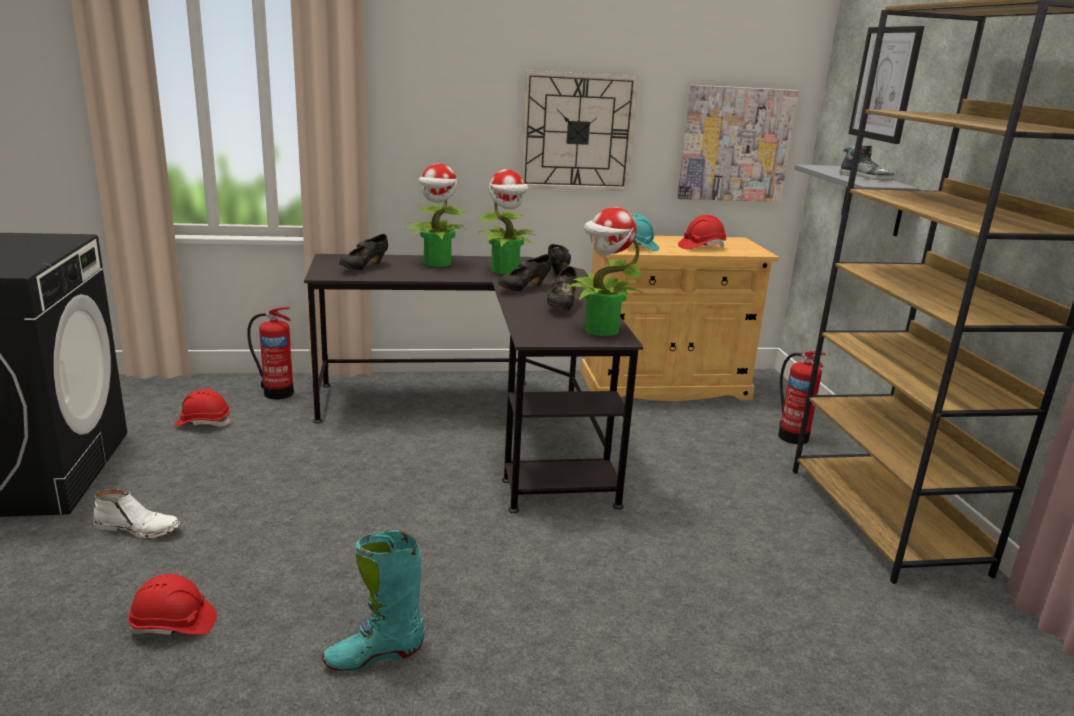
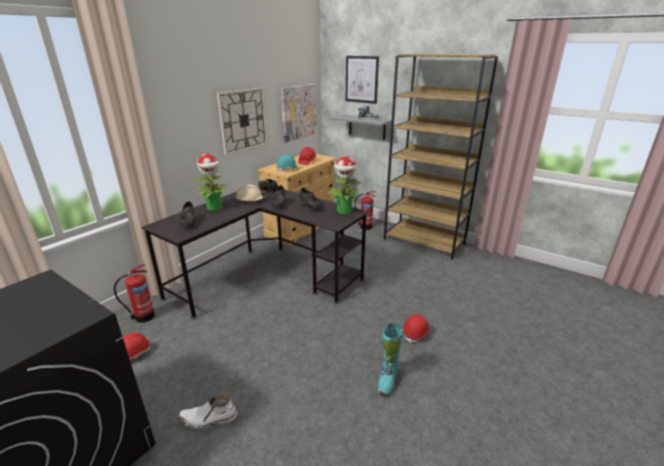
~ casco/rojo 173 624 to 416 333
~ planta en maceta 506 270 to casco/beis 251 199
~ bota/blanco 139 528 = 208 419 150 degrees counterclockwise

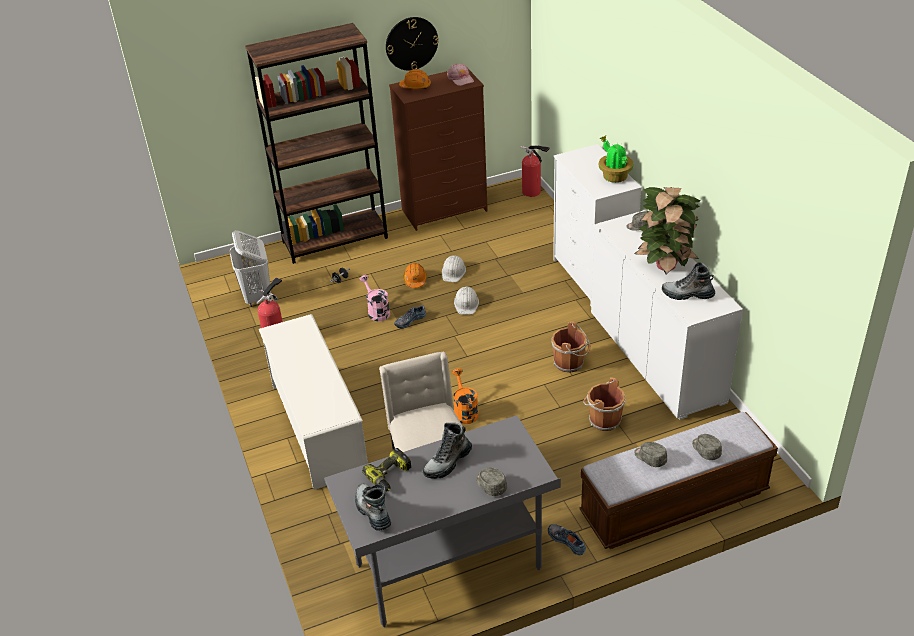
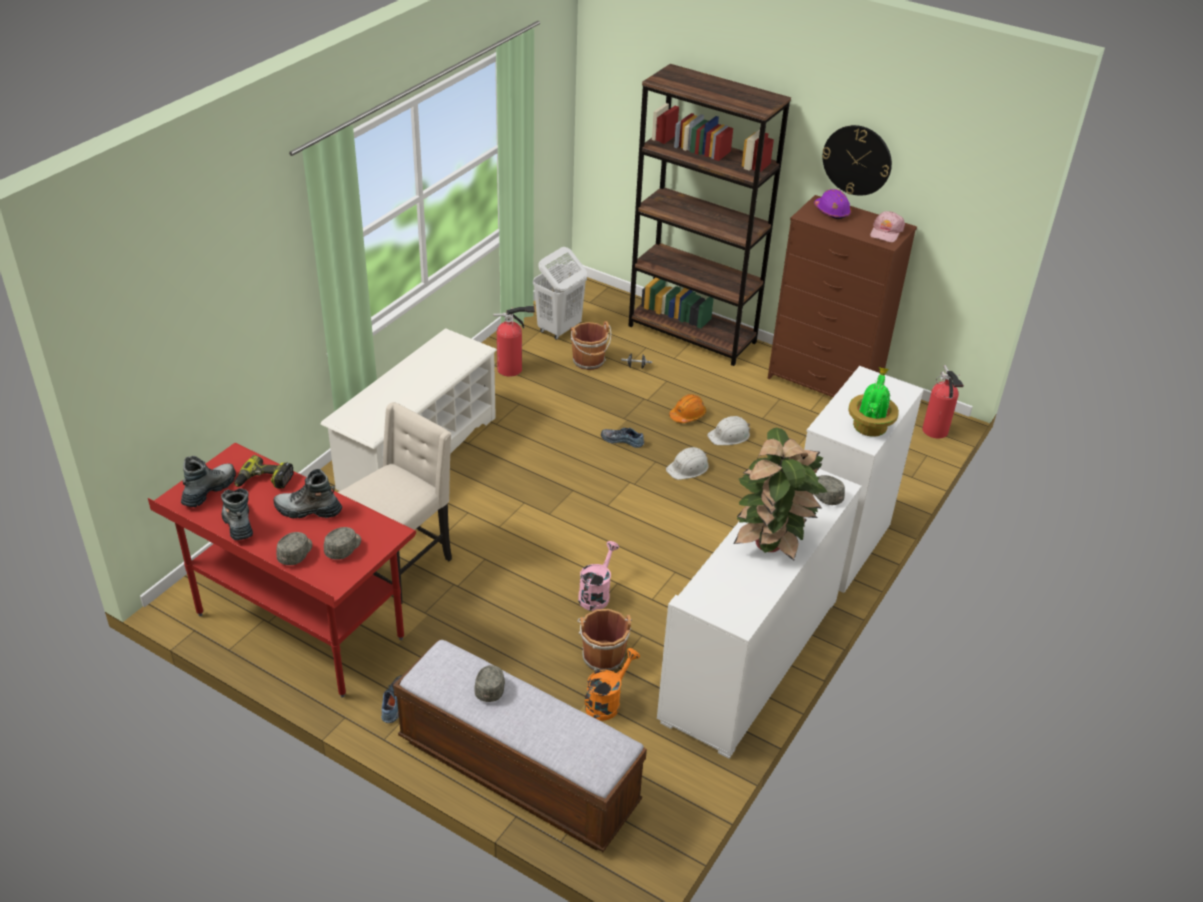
~ regadera/rosa 376 311 to 596 594
~ regadera/naranja 464 411 to 607 702
~ cubo/marrón 570 363 to 589 362
~ bota 687 294 to 238 522
~ gorra/gris 705 450 to 344 548
~ escritorio/gris 448 568 to escritorio/rojo 299 627
~ casco/naranja 415 86 to casco/morado 832 211

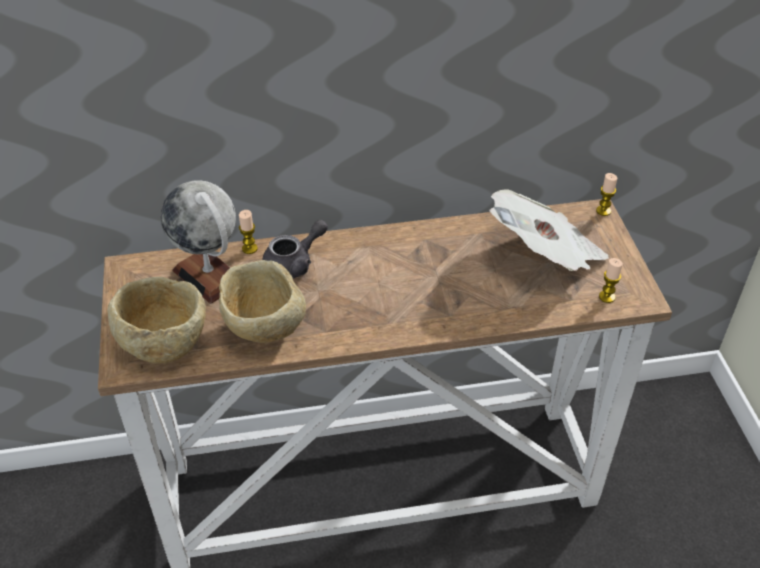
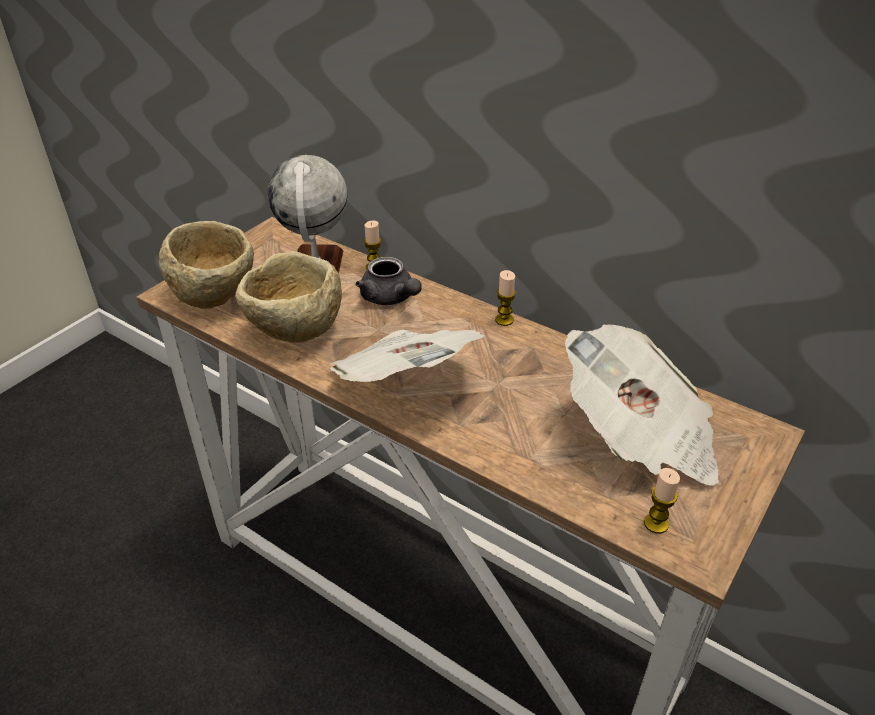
+ periódico 405 382
~ vela 603 211 to 504 320
~ tetera/gris 294 264 = 390 298 45 degrees clockwise

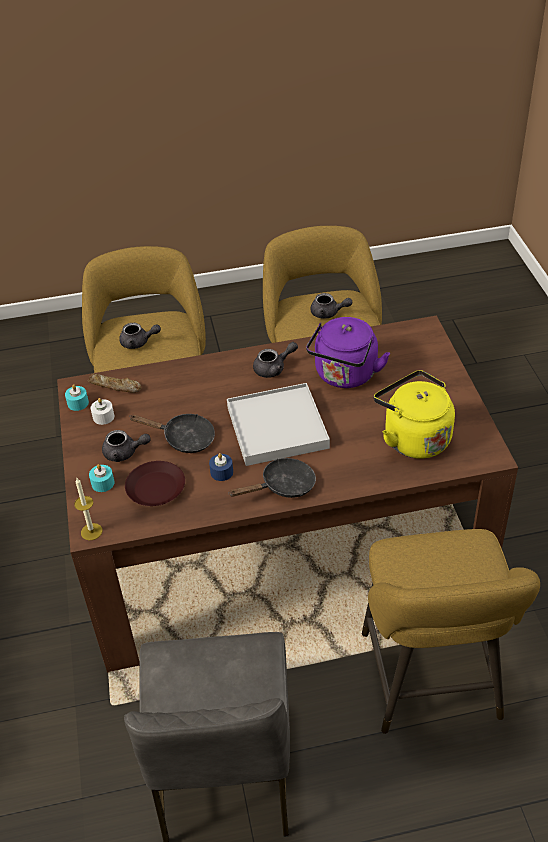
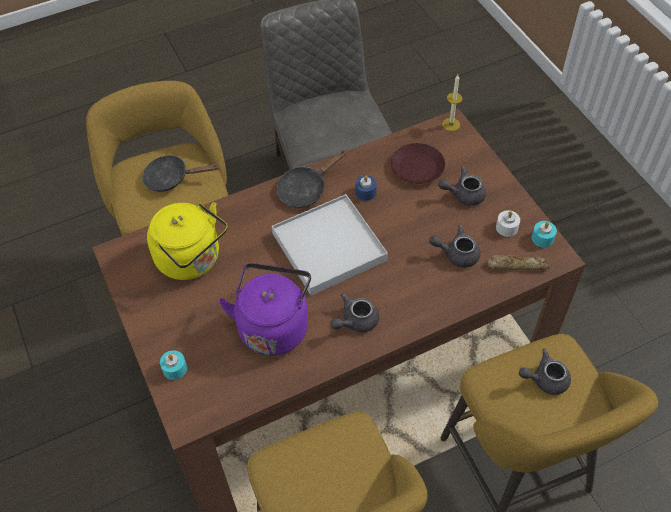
~ vela/turquesa 103 483 to 175 368
~ sartén/negro 184 438 to 171 178
~ tetera/gris 328 313 to 456 254

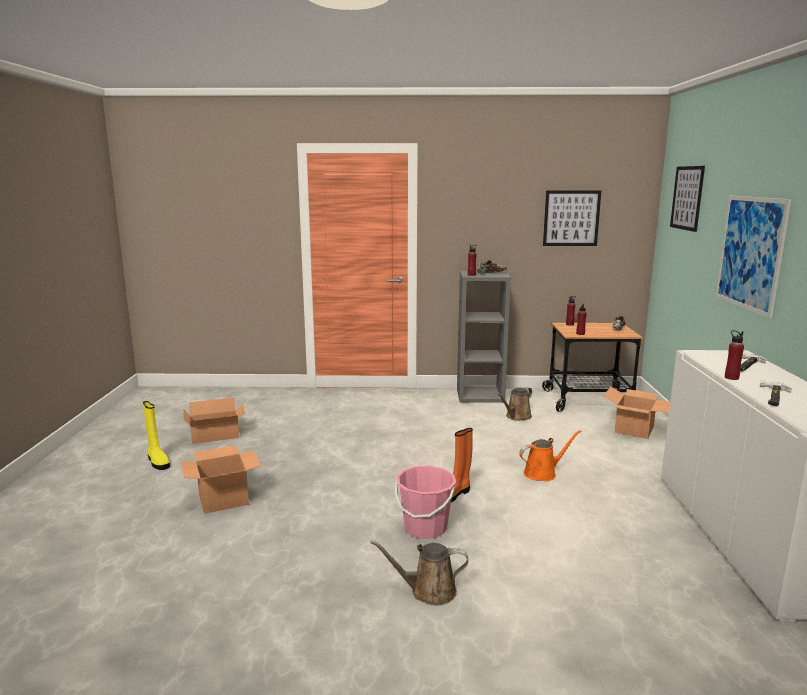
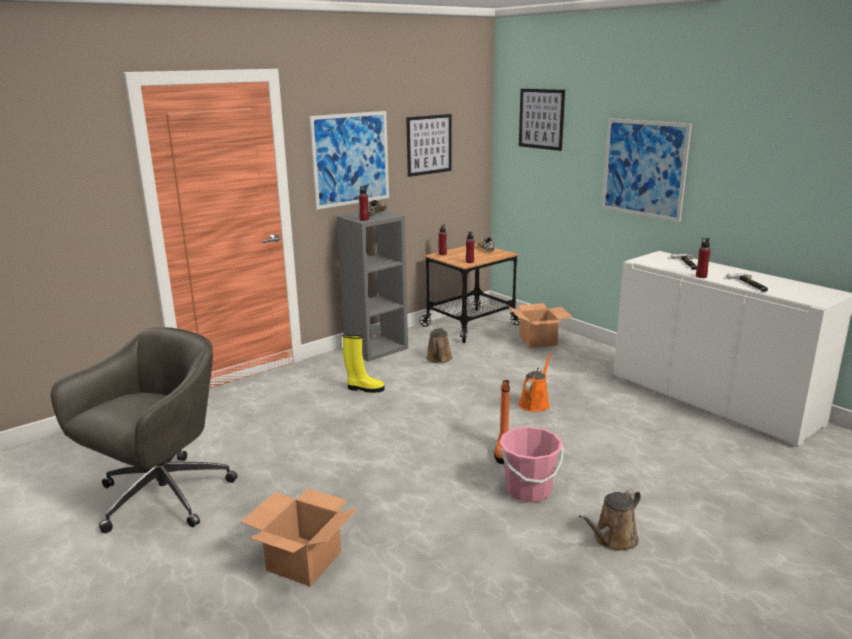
+ cuadro 350 159
~ bota/amarillo 157 462 to 364 389
~ caja de cartón 216 435 to silla de oficina/gris 160 497

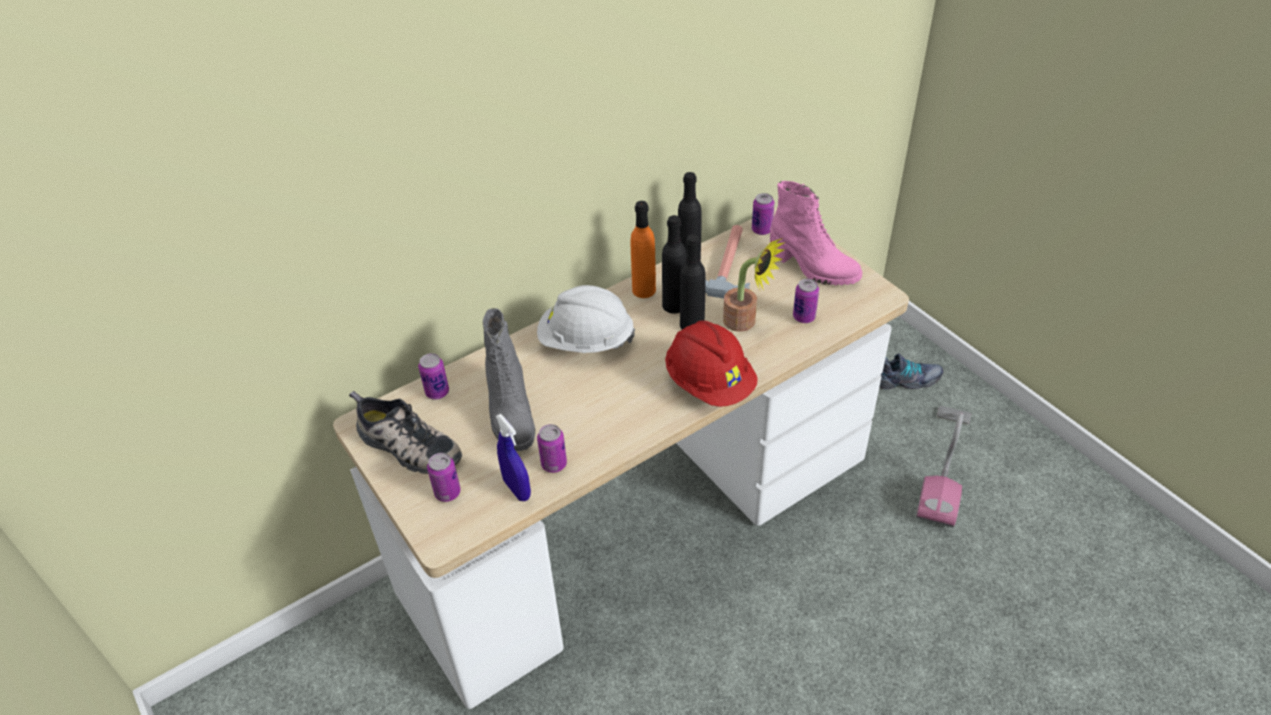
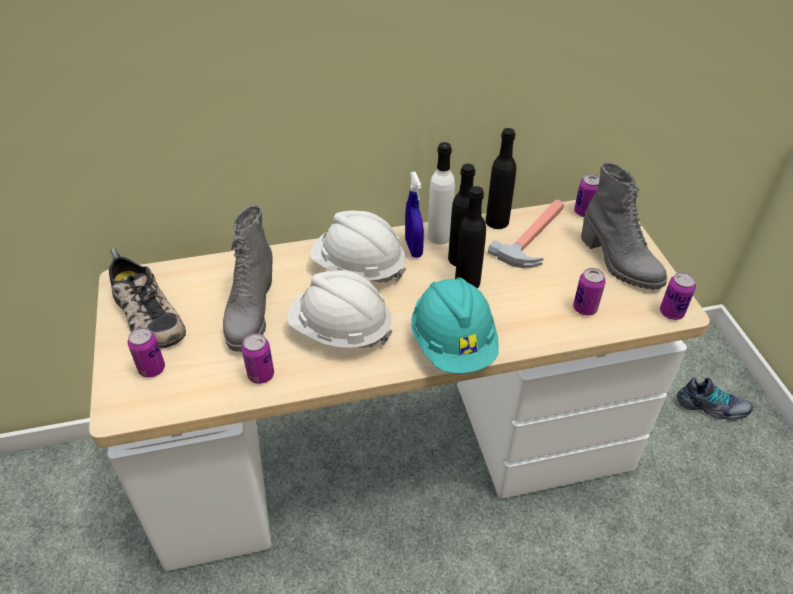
- planta en maceta 745 323
- aspiradora 944 466
+ casco/blanco 340 330
~ lata 437 392 to 671 312
~ pulverizador/azul 517 489 to 413 248
~ botella/naranja 644 290 to botella/blanco 439 236
~ casco/rojo 709 383 to casco/turquesa 453 344
~ bota/rosa 812 268 to bota/gris 618 262

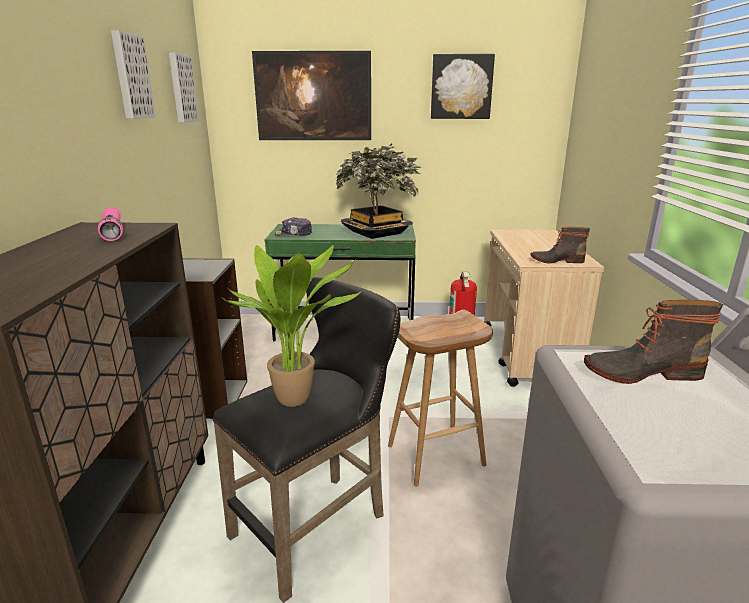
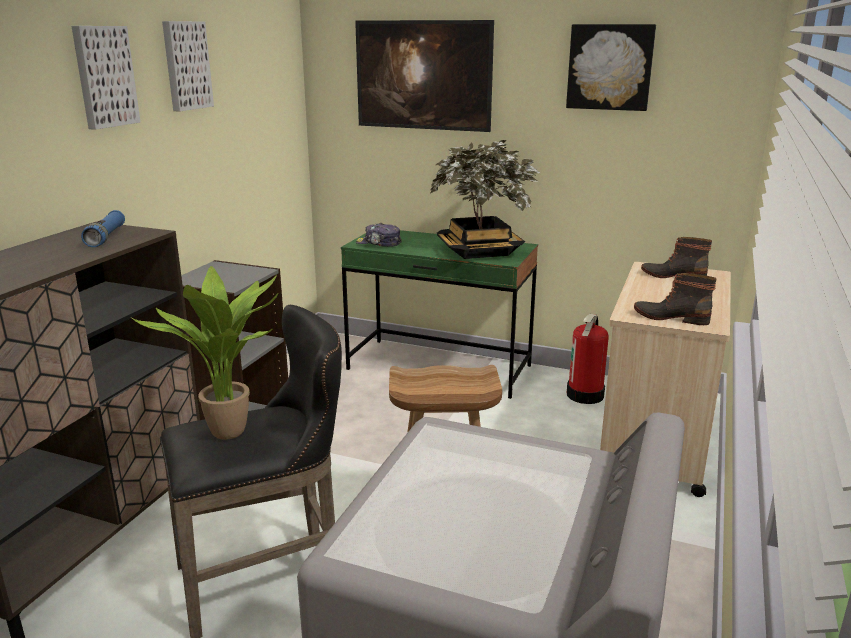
~ cuadro 181 88 to 104 76
~ bota 641 372 to 673 275
~ linterna/rosa 113 233 to linterna/azul 106 237

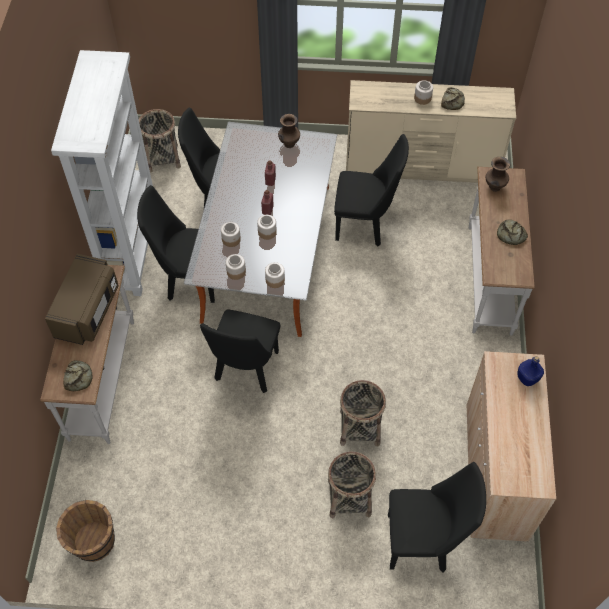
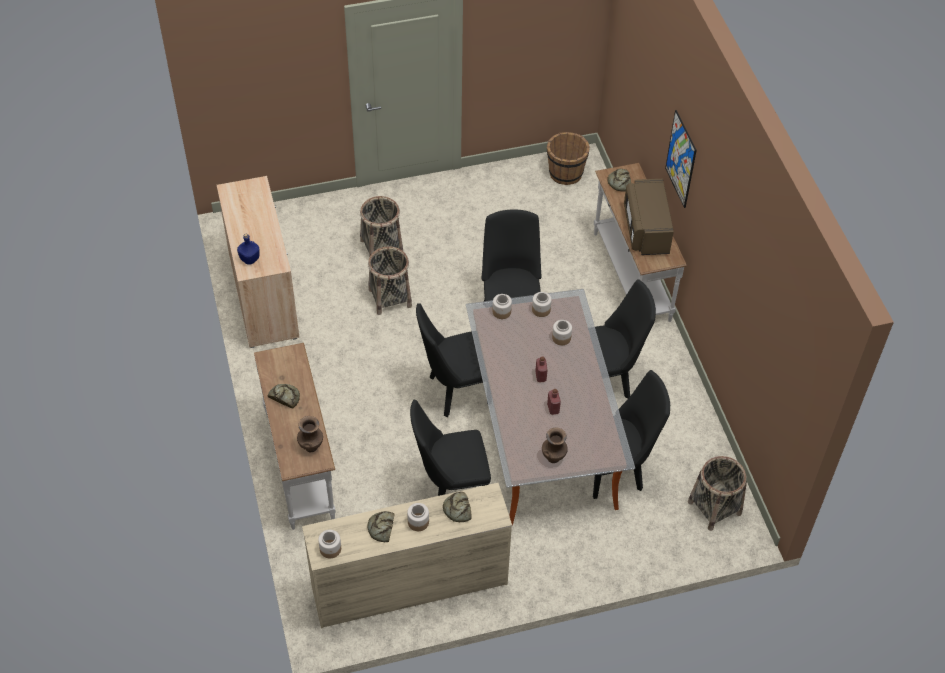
- estantería/blanco 131 250
+ pan 458 509
+ cuadro 681 159
~ tarro 267 232 to 330 549
~ silla/negro 423 541 to 454 392

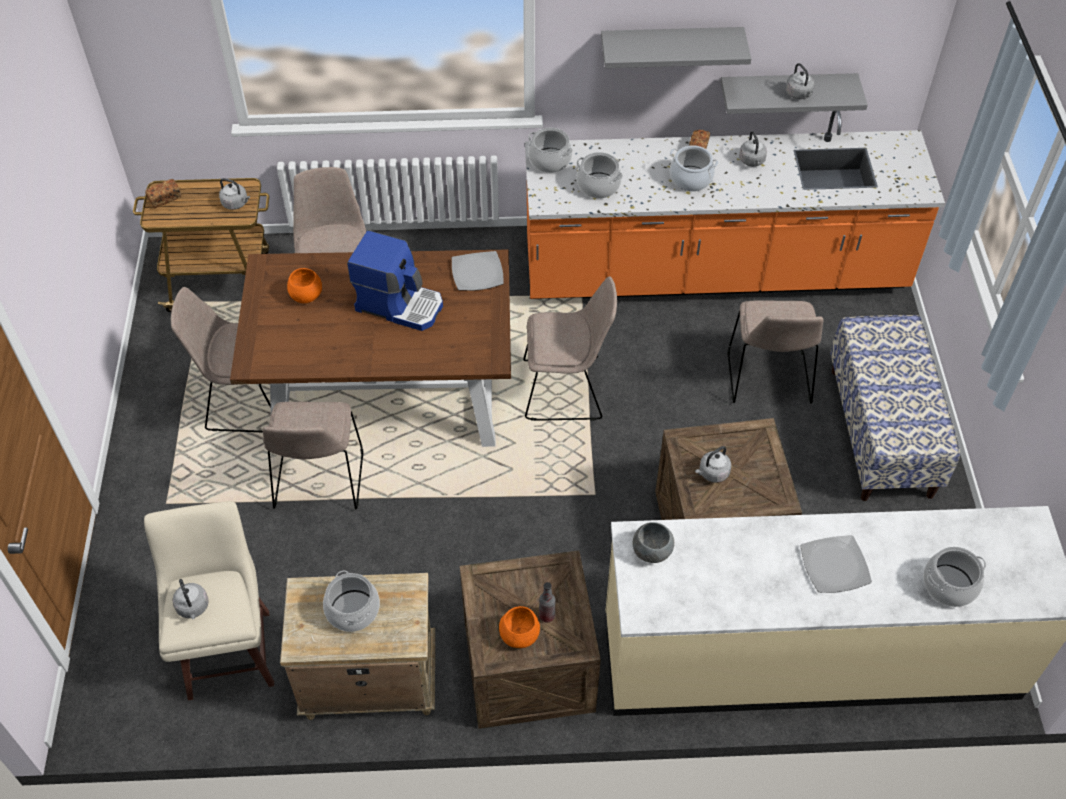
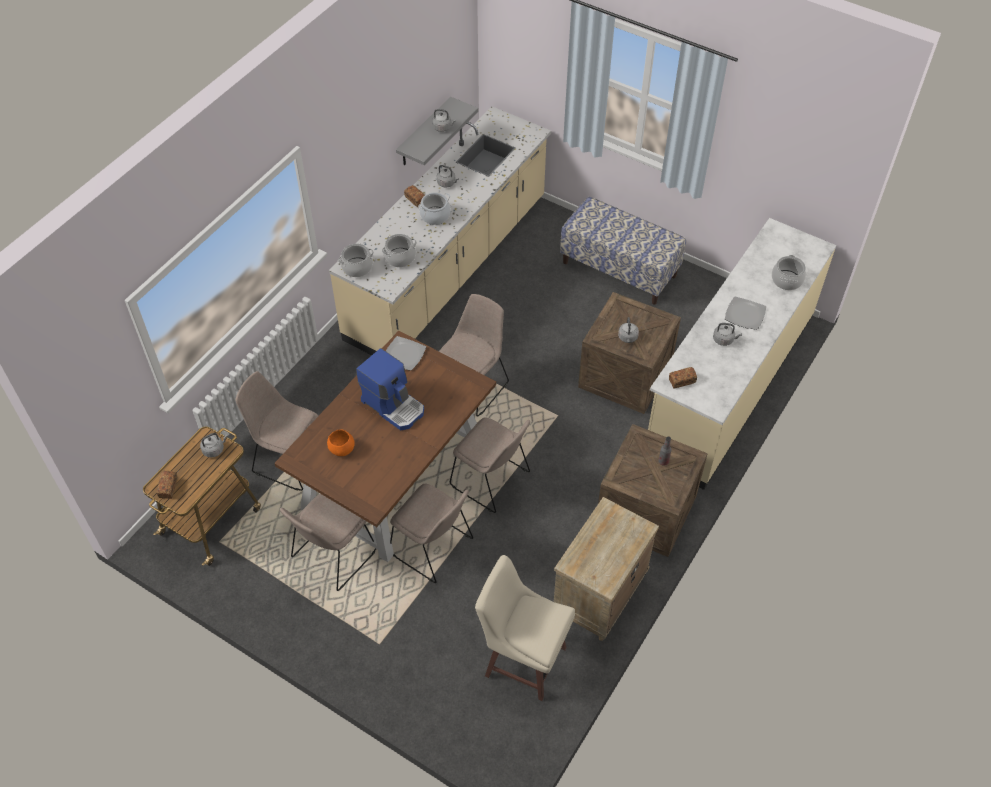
- olla 352 610
- cuenco/naranja 520 635
- estante/gris 671 45
~ hervidor/gris 193 608 to 724 340
~ silla/beis 768 379 to 492 481
~ cuenco/gris 651 551 to pan 682 381
~ mueble bajo de cocina/naranja 714 272 to mueble bajo de cocina/beis 449 268
~ cafetera 400 304 = 394 405 75 degrees clockwise

